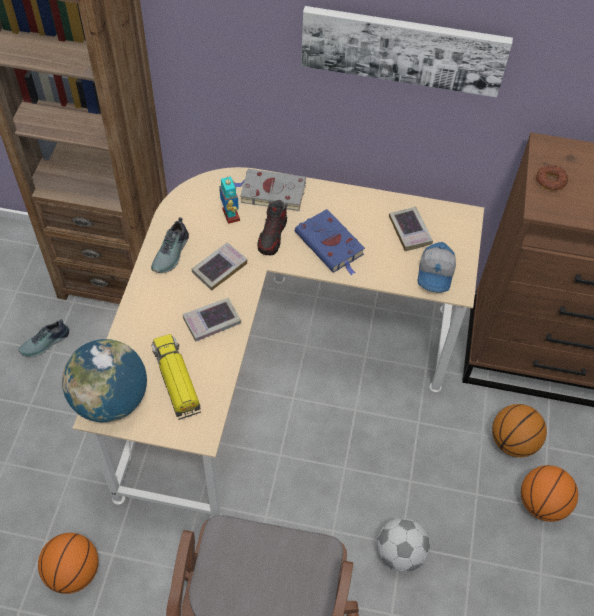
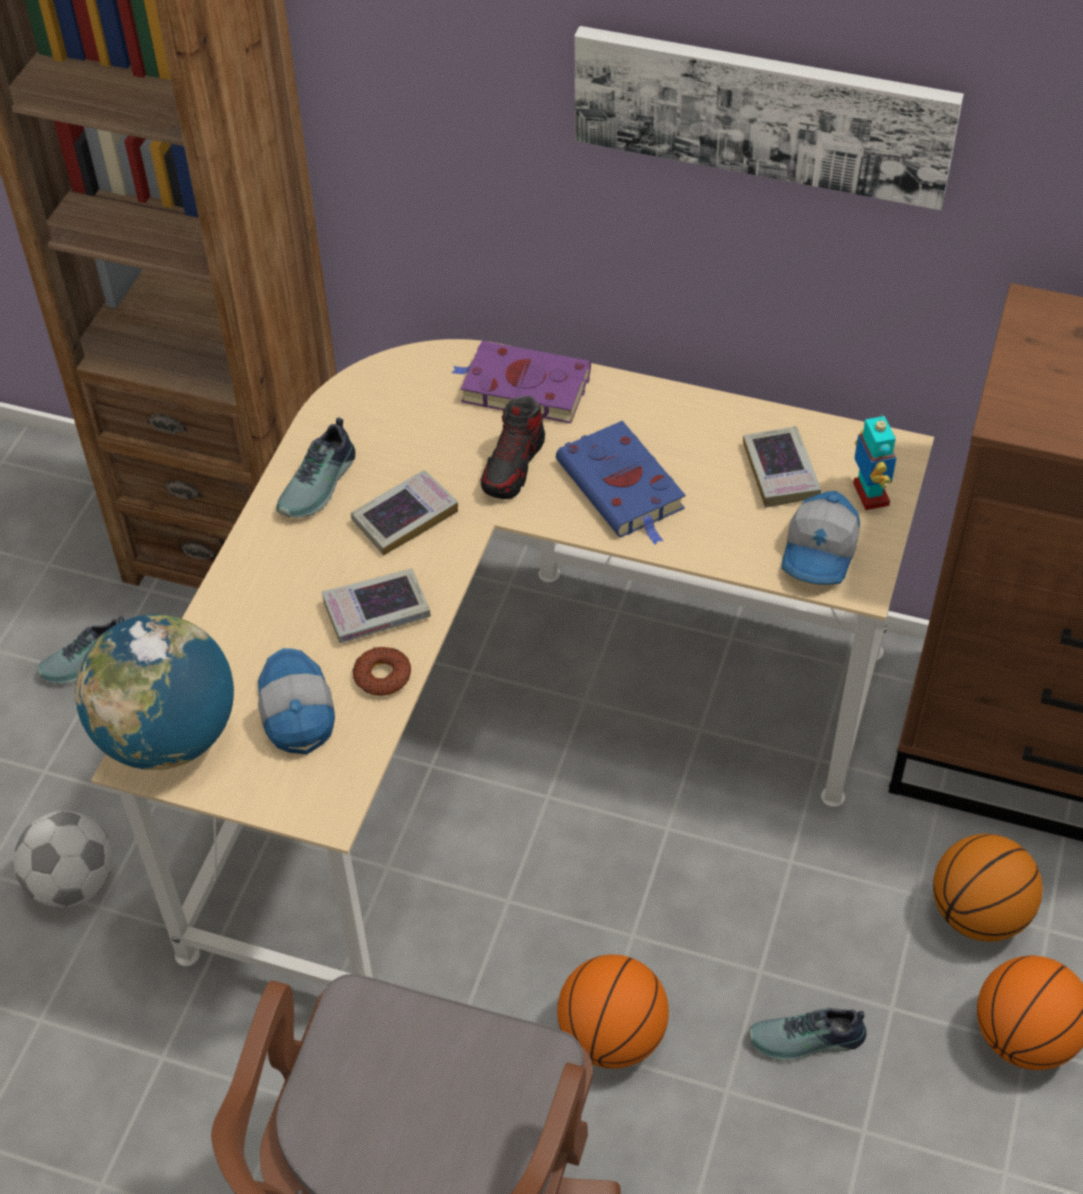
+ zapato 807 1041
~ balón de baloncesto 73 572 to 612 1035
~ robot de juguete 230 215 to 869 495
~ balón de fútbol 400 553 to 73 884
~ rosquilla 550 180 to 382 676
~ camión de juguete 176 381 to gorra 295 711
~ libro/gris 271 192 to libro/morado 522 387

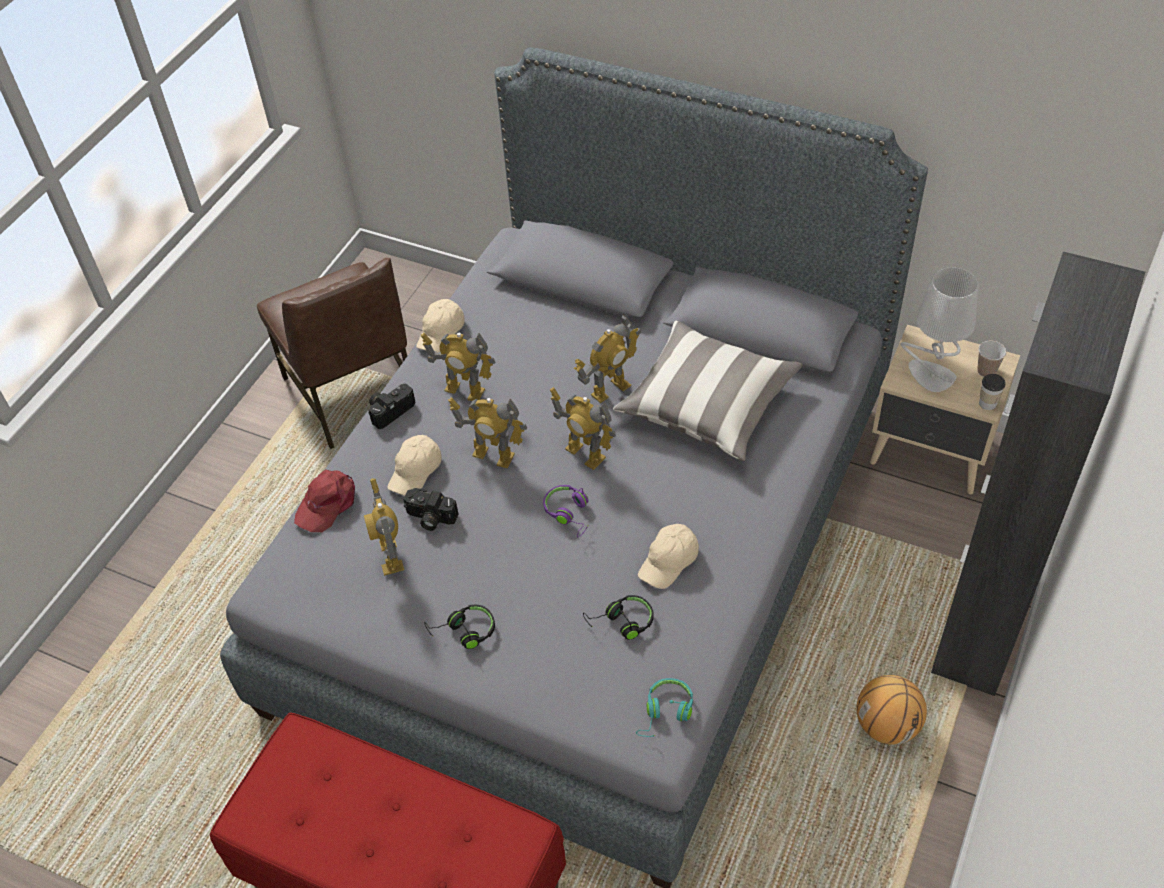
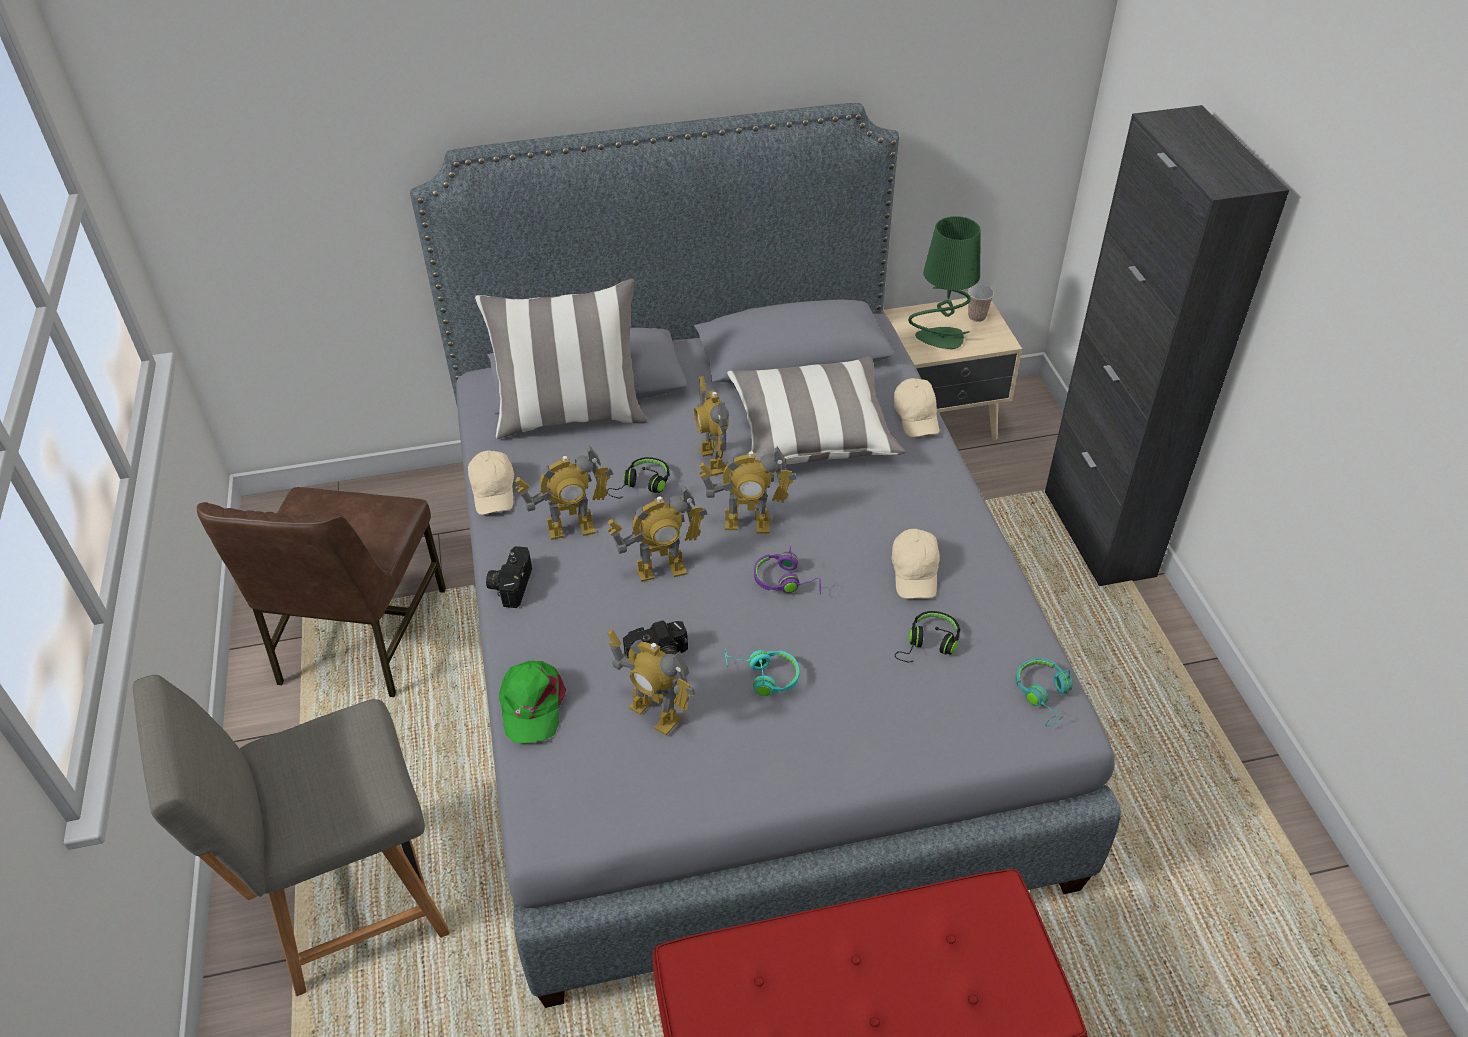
- balón de baloncesto 887 725
- taza 987 403
+ silla/gris 349 903
+ cojín 571 416
+ auriculares/turquesa 763 676
~ gorra/beis 416 472 to 916 416
~ auriculares/negro 464 632 to 642 485
~ gorra/rojo 327 503 to gorra/verde 532 705
~ lámpara de mesa/gris 930 376 to lámpara de mesa/verde 940 339
~ silla/marrón 354 395 = 359 637 75 degrees clockwise
~ robot de juguete 610 389 = 713 460 150 degrees clockwise

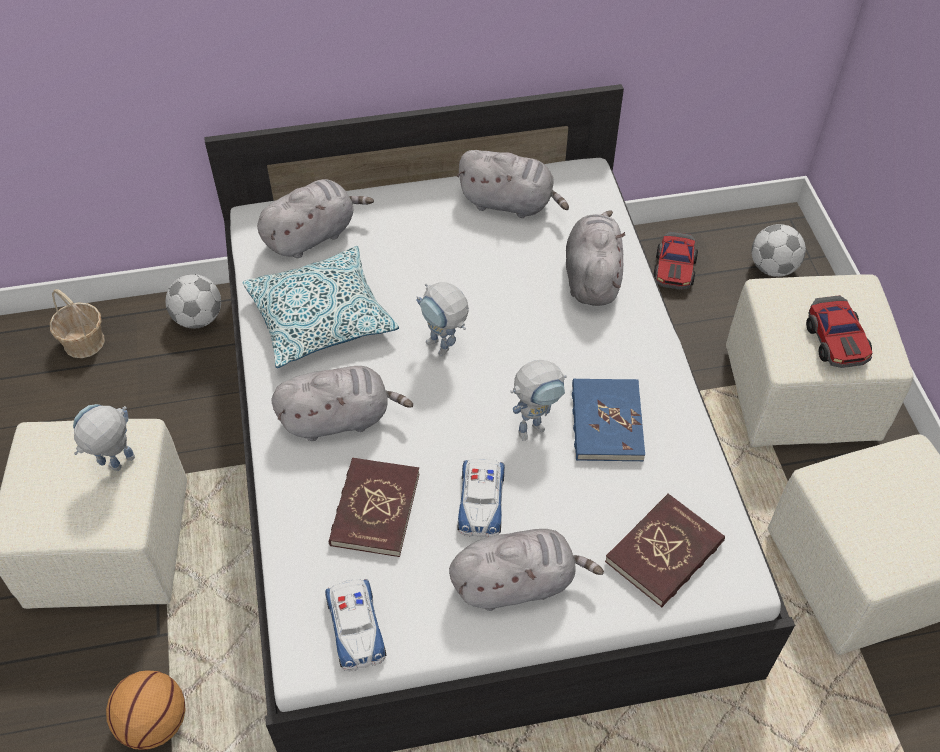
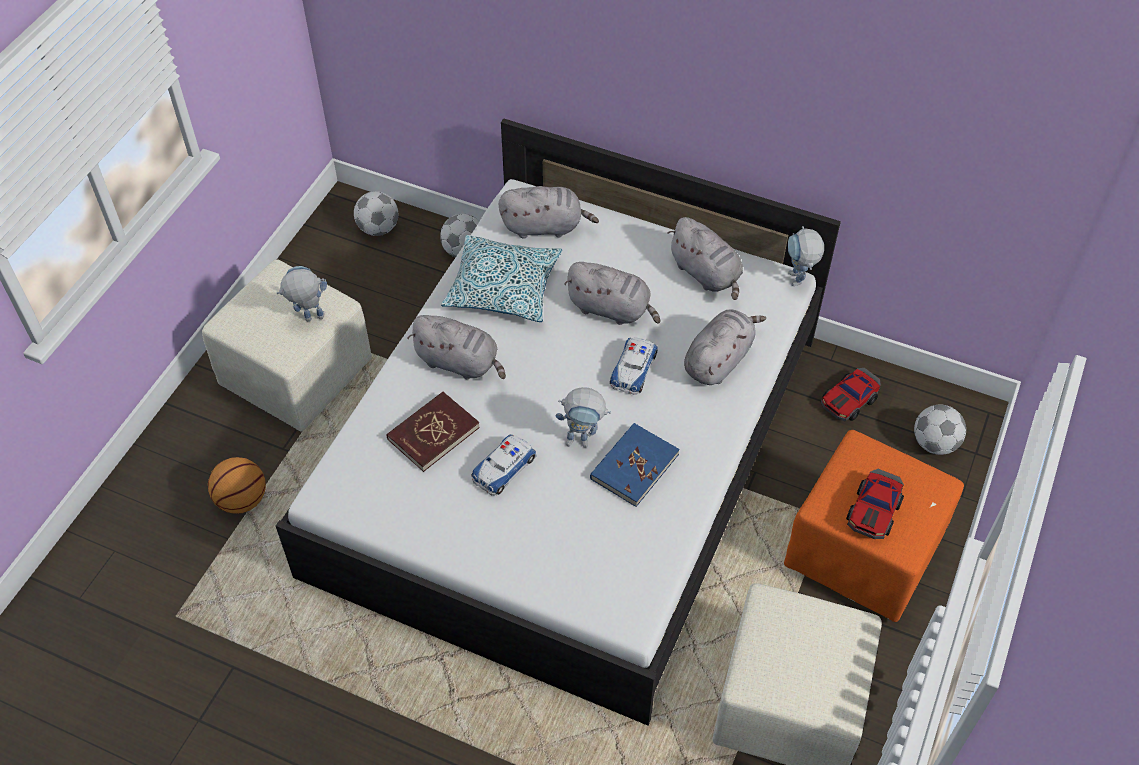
- libro/rojo 664 552
~ coche de juguete 356 627 to 633 369
~ robot de juguete 444 349 to 798 283
~ peluche/gris 517 582 to 612 309
~ cesta 84 342 to balón de fútbol 378 229
~ puf/beis 801 394 to puf/naranja 865 552

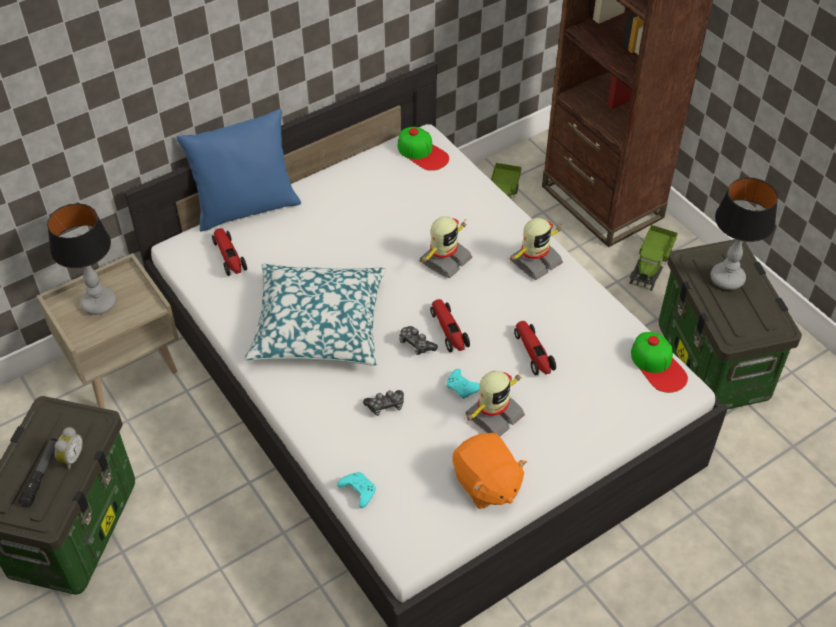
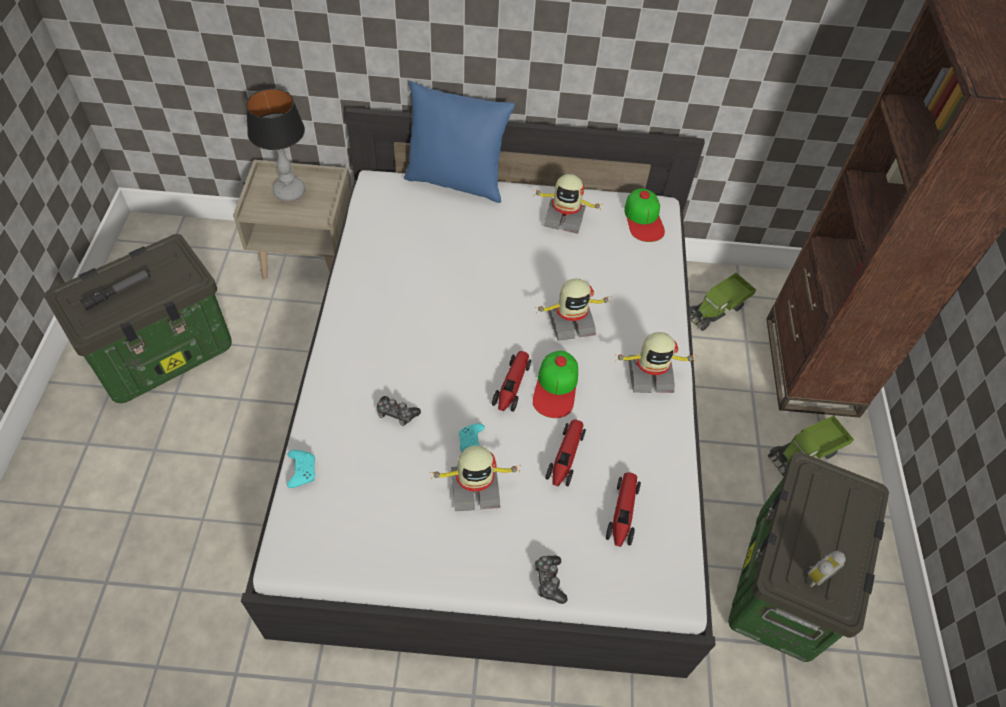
- cojín 318 326
- peluche/naranja 486 484
- lámpara de mesa 727 279
+ robot de juguete 564 217
~ despertador 71 458 to 816 574
~ coche de juguete 229 257 to 623 513
~ mando de consola 416 344 to 549 581
~ gorra 658 365 to 556 387

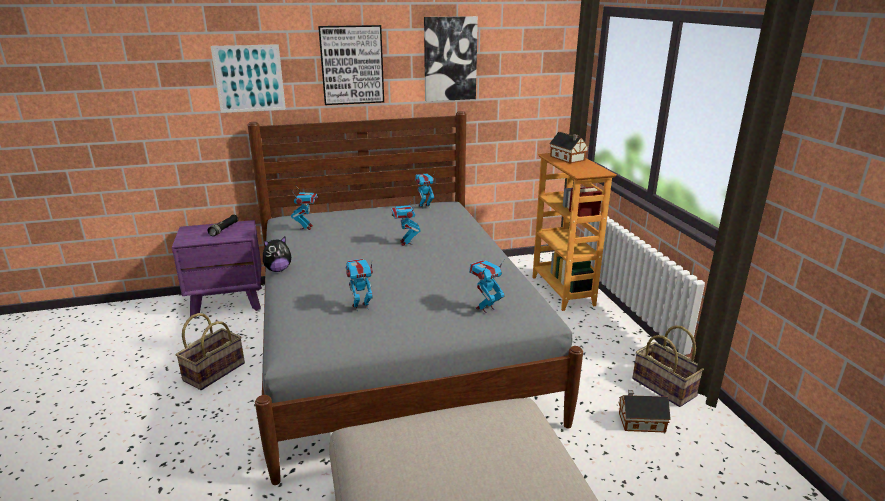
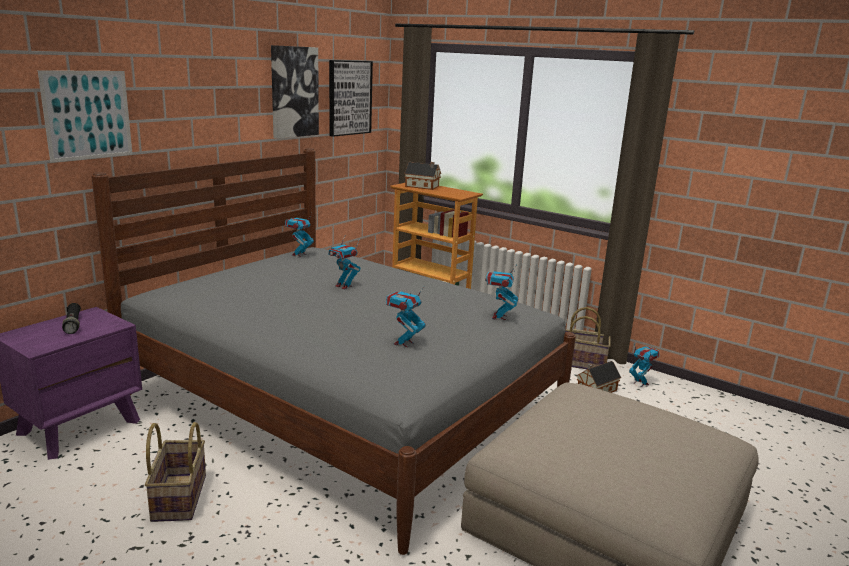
- peluche 278 270
~ robot de juguete 306 227 to 640 383
~ cuadro 352 65 to 349 98

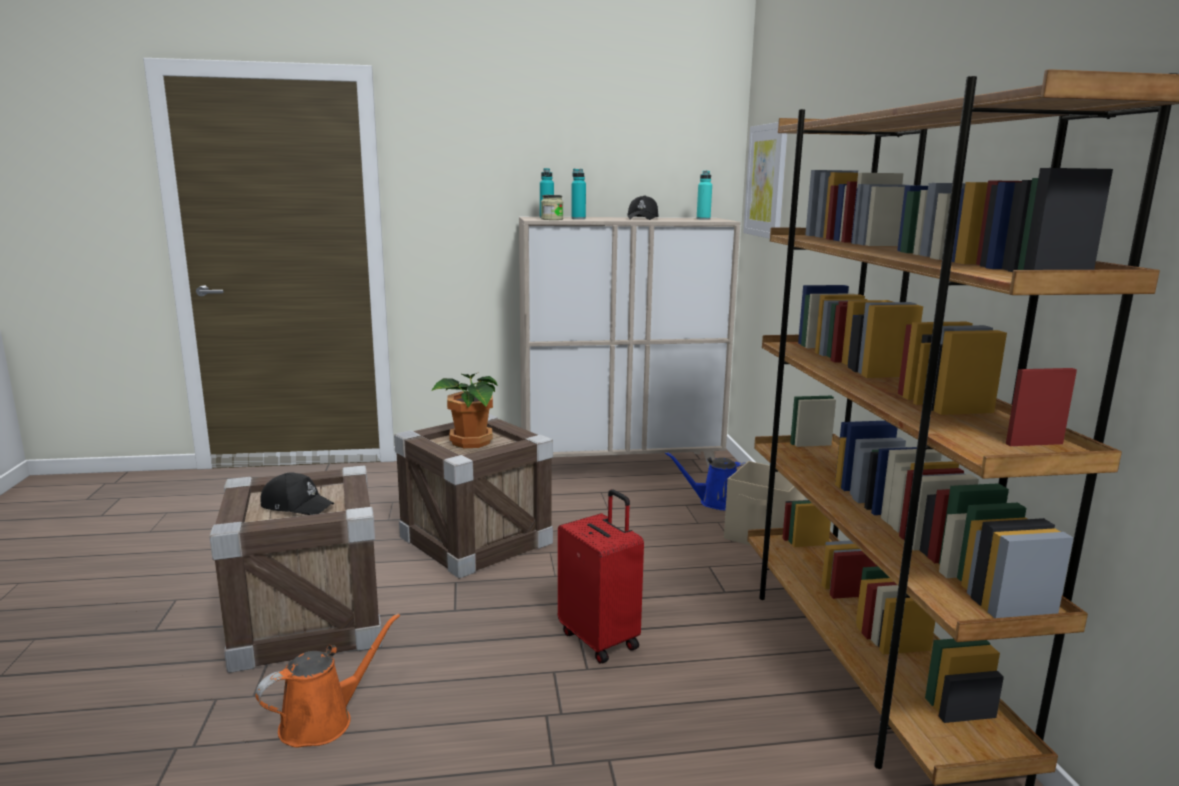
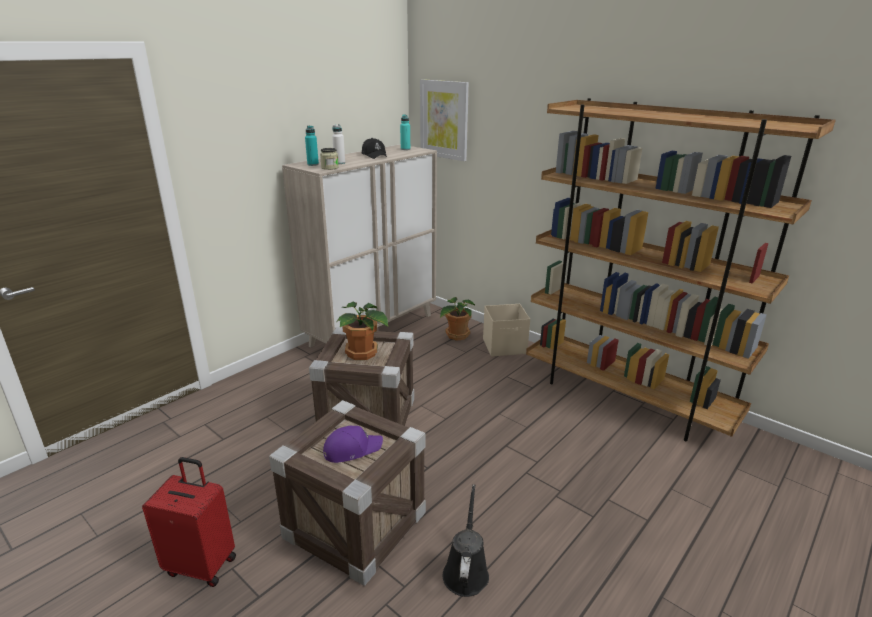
~ maleta/rojo 600 639 to 202 564
~ regadera/azul 715 502 to planta en maceta 456 335
~ regadera/naranja 323 721 to regadera/negro 466 571
~ gorra/negro 297 505 to gorra/morado 352 449
~ botella/turquesa 578 218 to botella/blanco 339 163

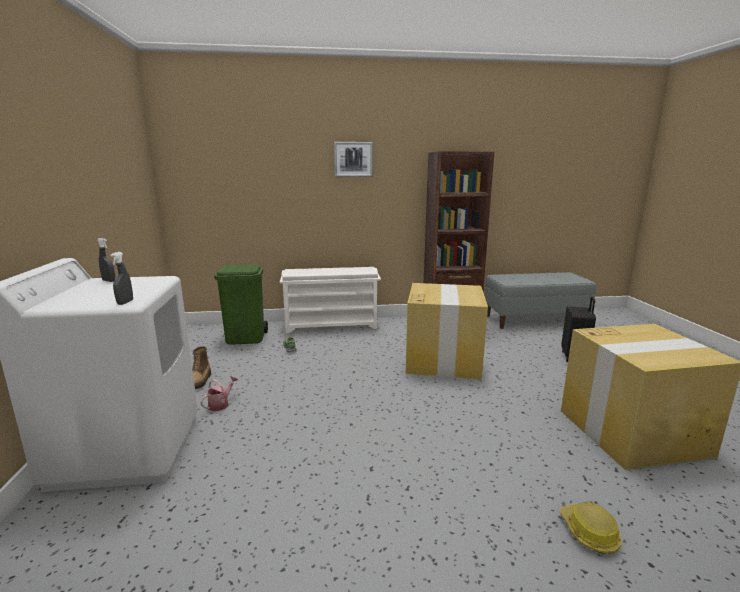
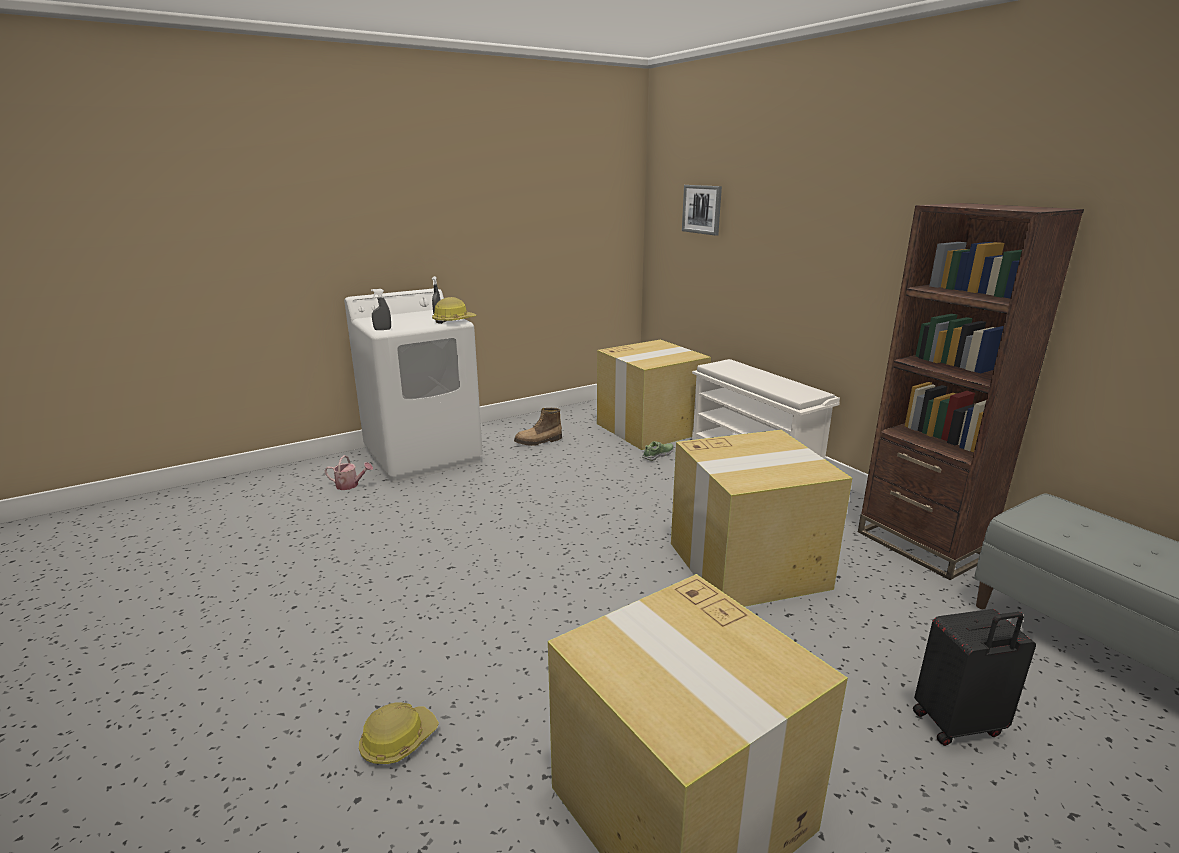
+ casco 453 320
~ regadera 221 404 to 350 485
~ cuadro 353 159 to 702 209
~ papelera/verde 246 338 to caja de cartón 651 428

